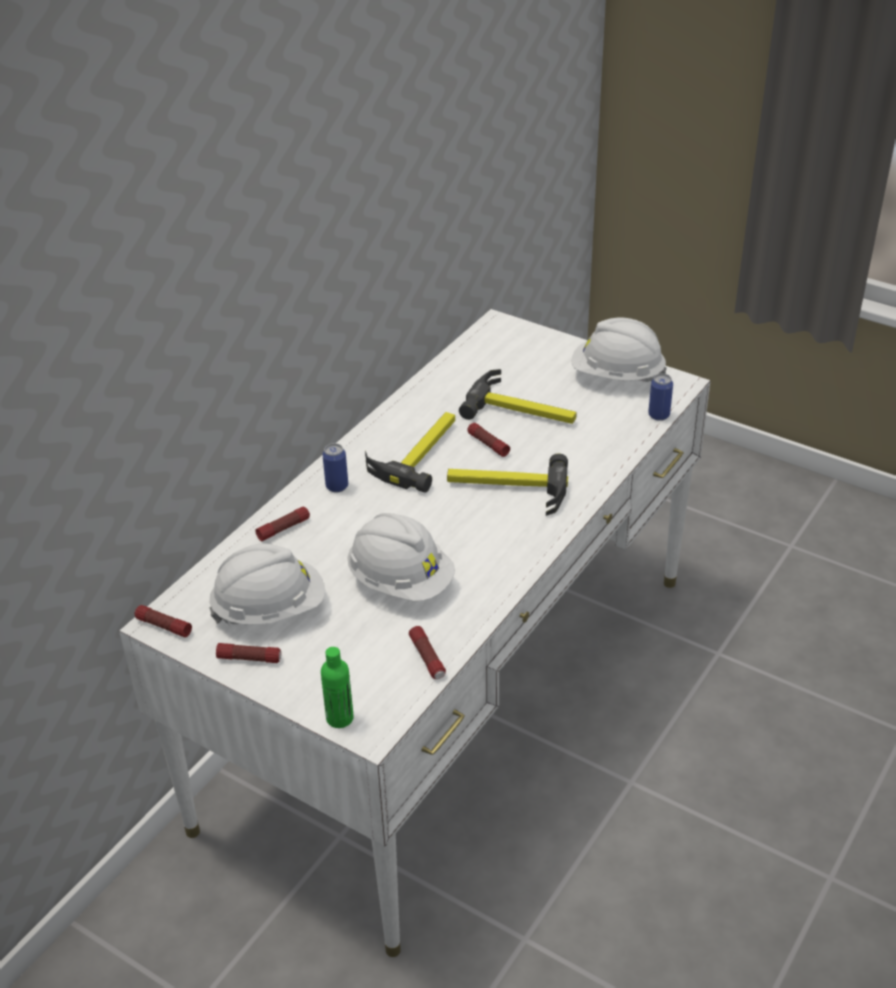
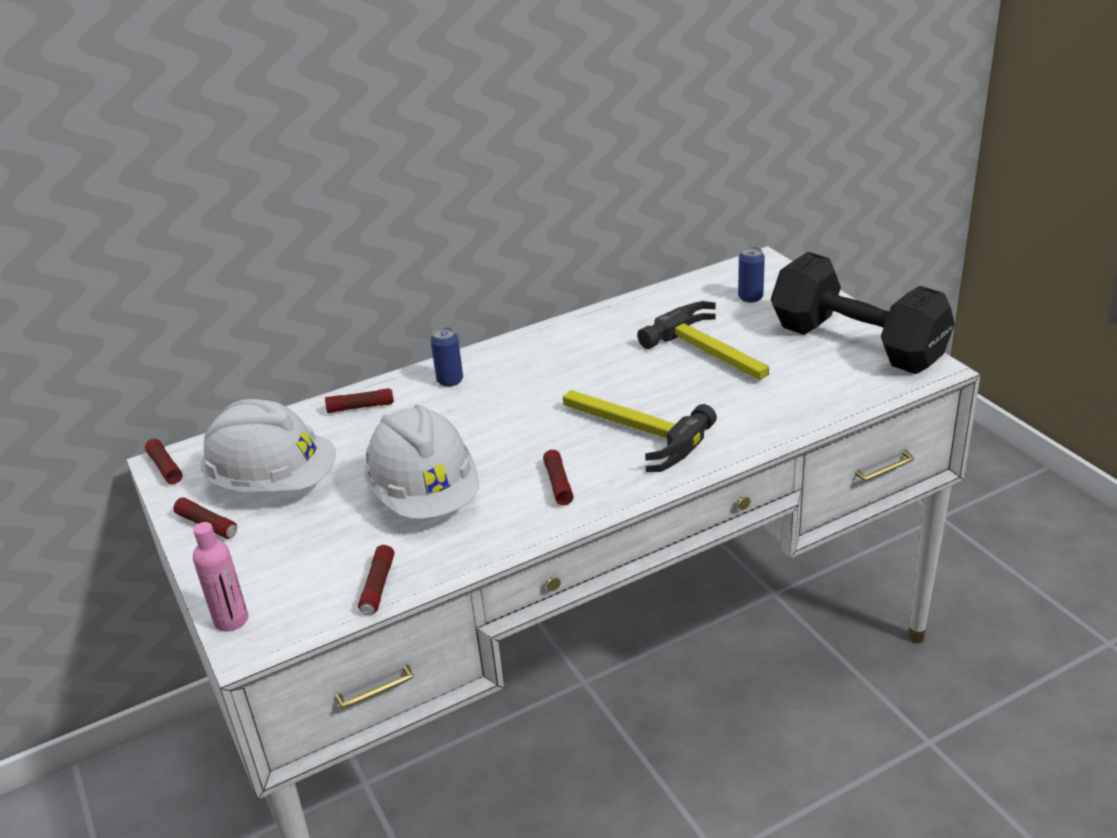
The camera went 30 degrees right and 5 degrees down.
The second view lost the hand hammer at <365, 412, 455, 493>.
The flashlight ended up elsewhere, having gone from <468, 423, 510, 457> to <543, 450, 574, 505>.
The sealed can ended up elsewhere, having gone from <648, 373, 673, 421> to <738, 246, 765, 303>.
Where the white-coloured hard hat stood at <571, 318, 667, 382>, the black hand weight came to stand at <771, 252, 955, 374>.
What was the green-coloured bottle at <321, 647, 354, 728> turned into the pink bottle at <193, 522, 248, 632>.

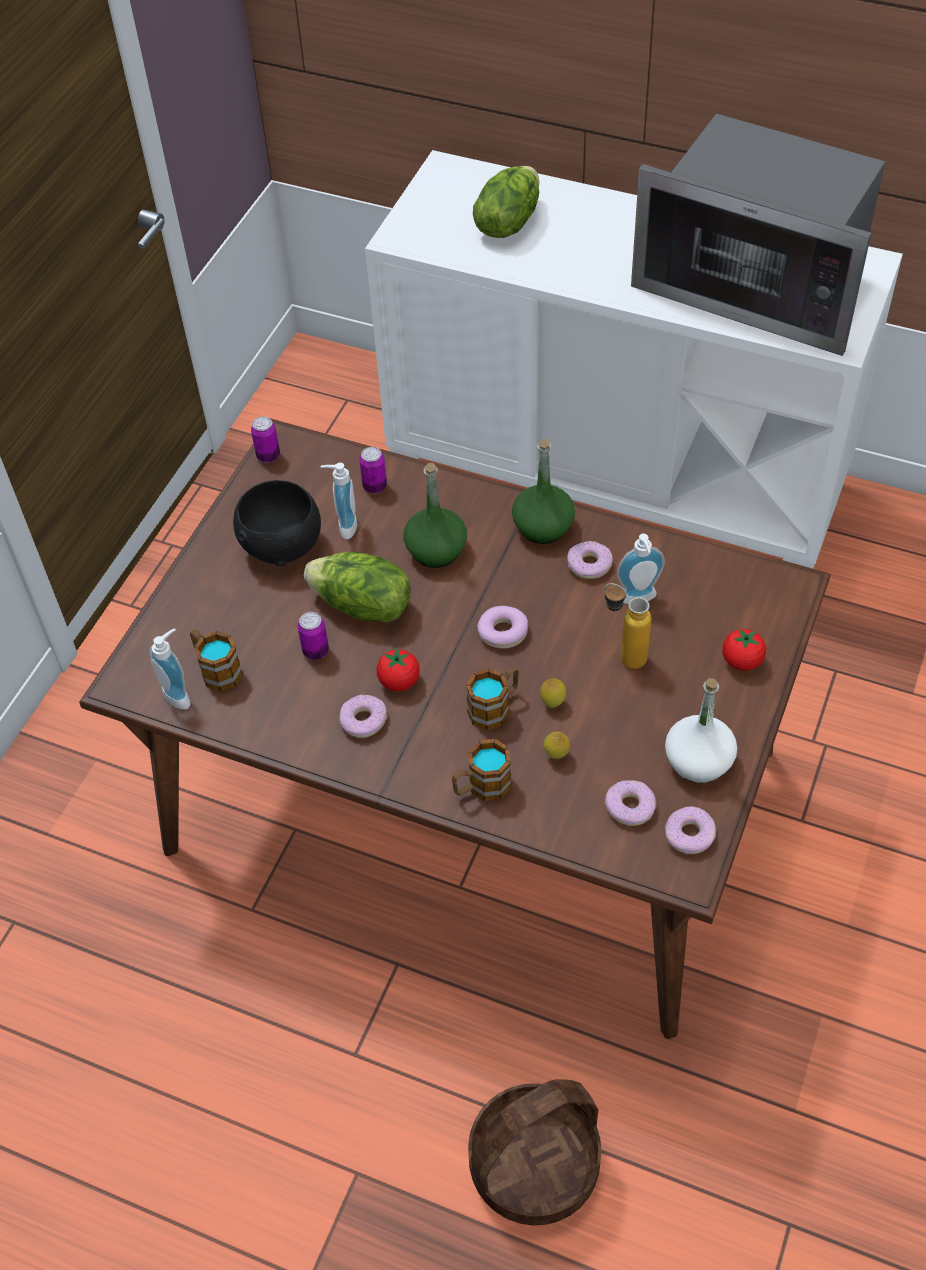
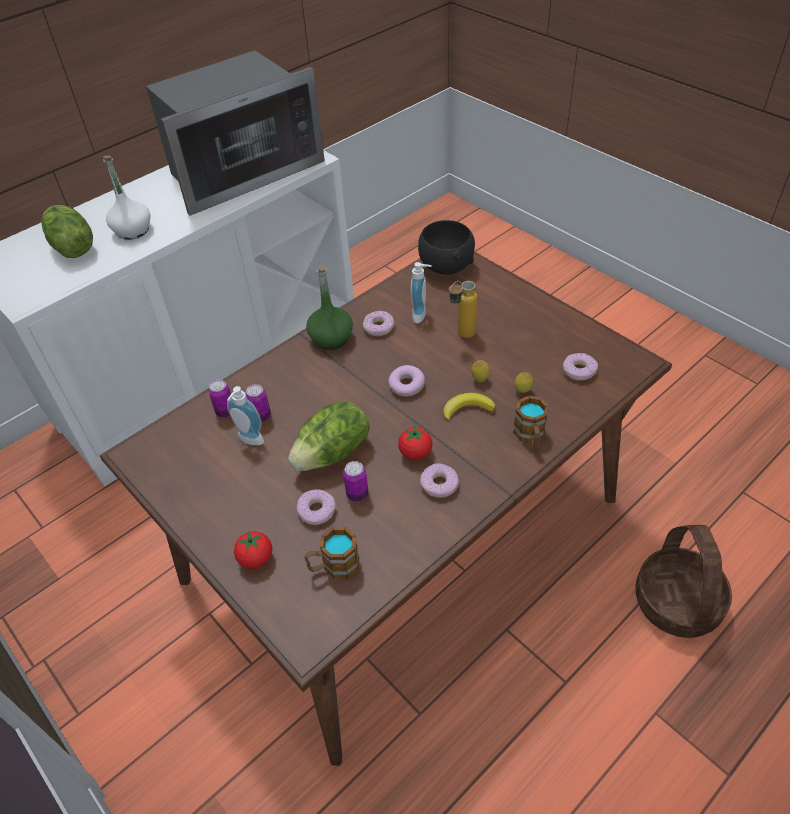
The camera went 65 degrees left and 5 degrees down.
The second view lost the soap bottle at <150, 628, 191, 709>.
The second view lost the green-coloured bottle at <404, 463, 467, 568>.
The black deep dish ended up elsewhere, having gone from <233, 480, 321, 567> to <418, 220, 475, 274>.
The sealed can ended up elsewhere, having gone from <251, 416, 280, 463> to <246, 384, 271, 422>.
The white-coloured bottle ended up elsewhere, having gone from <665, 678, 737, 783> to <103, 156, 150, 240>.
The donut ended up elsewhere, having gone from <665, 806, 716, 854> to <297, 489, 336, 525>.
The tomato ended up elsewhere, having gone from <722, 629, 766, 671> to <234, 531, 272, 569>.
Where the mug stood at <466, 666, 519, 730>, the banana came to stand at <444, 393, 496, 422>.

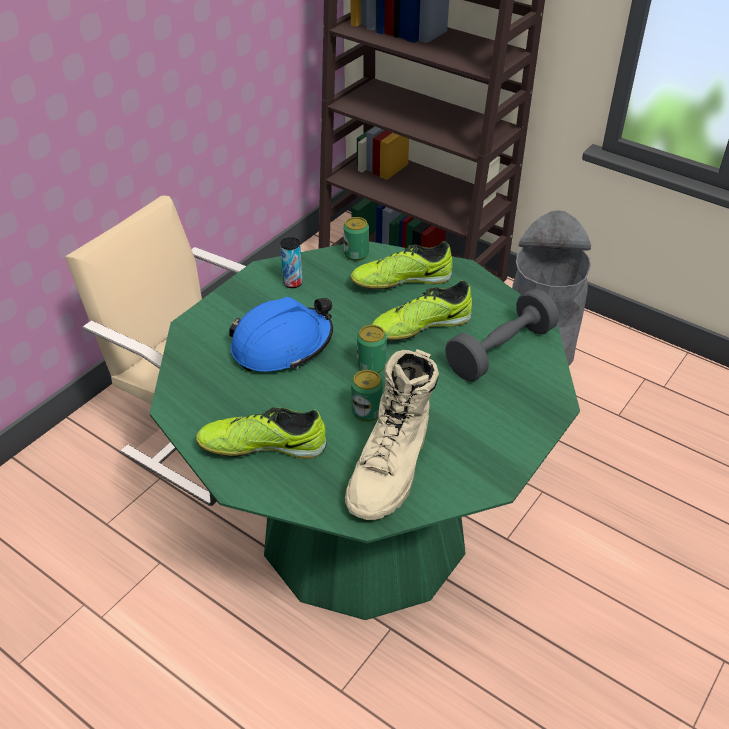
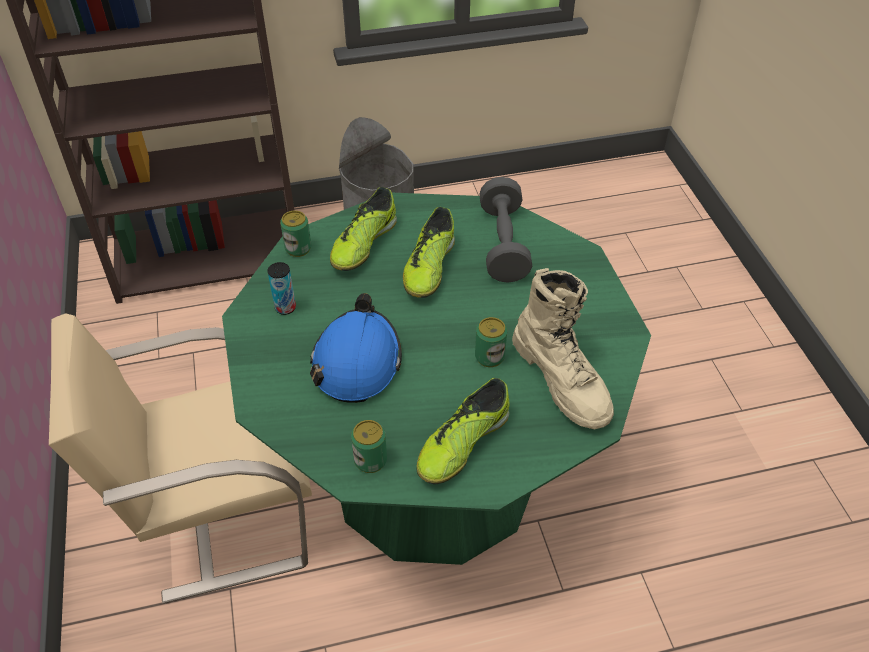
The camera went 50 degrees left and 5 degrees up.
The sealed can ended up elsewhere, having gone from <357, 325, 387, 373> to <351, 420, 387, 473>.

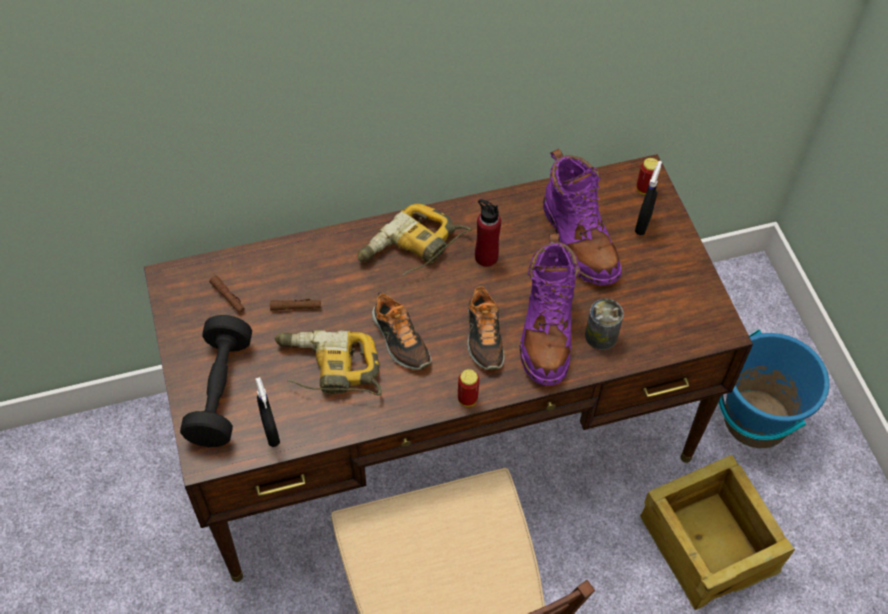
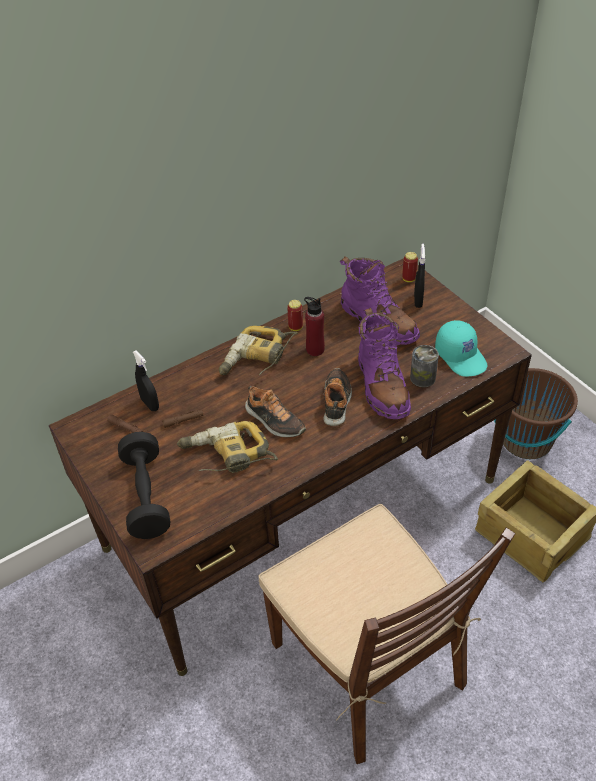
The camera went 15 degrees left and 10 degrees down.
The second view gained the turquoise baseball cap at <435, 320, 487, 377>.
The black spray bottle ended up elsewhere, having gone from <255, 377, 280, 447> to <133, 351, 159, 411>.
The sealed can ended up elsewhere, having gone from <458, 369, 479, 407> to <287, 300, 303, 331>.
What was the blue-coloured pail at <718, 330, 829, 448> turned into the brownish pail at <494, 368, 578, 459>.
The low shoe at <467, 284, 505, 370> ended up facing another way, 150 degrees counterclockwise from before.

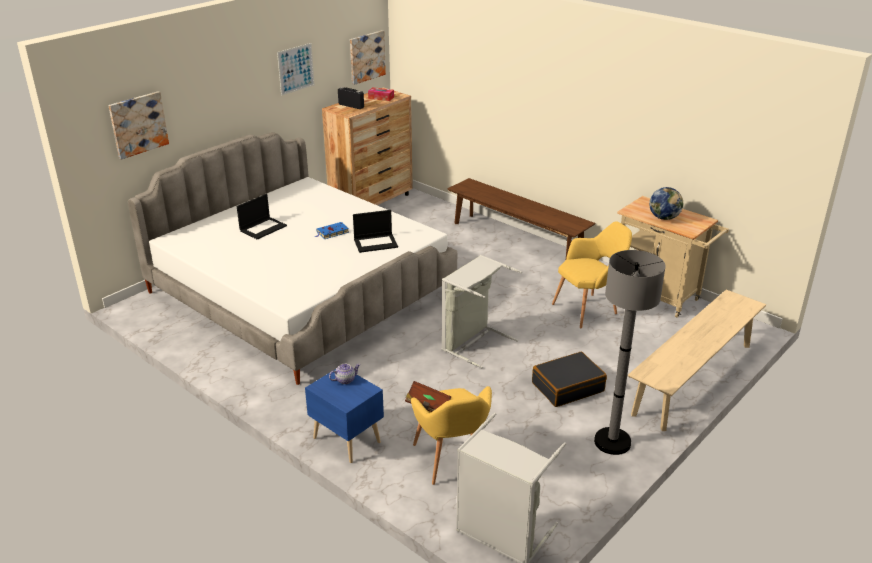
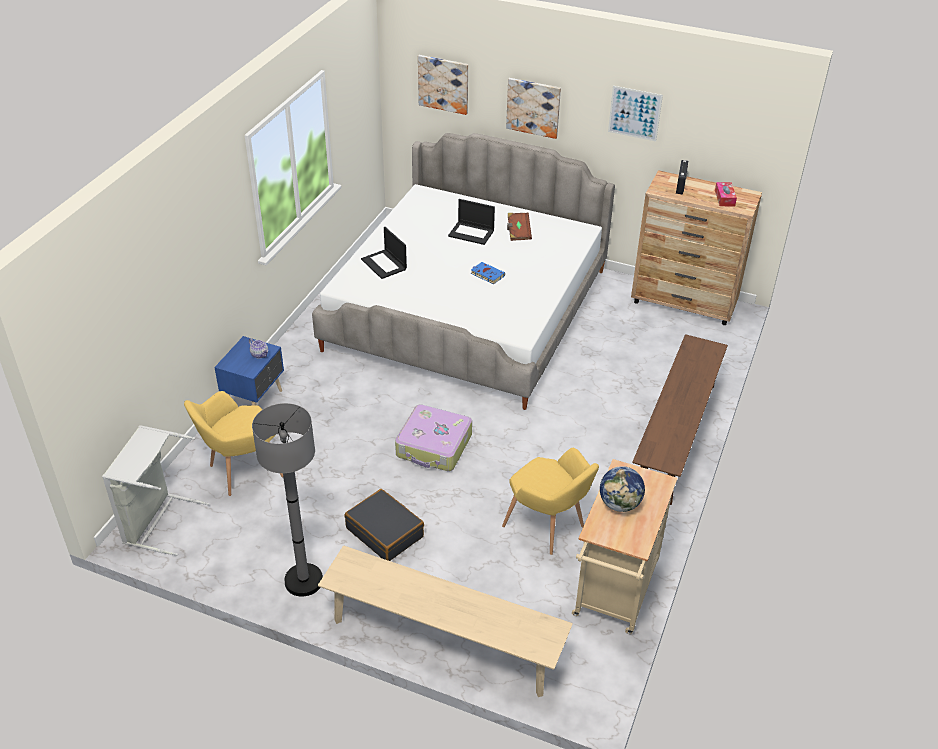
The camera went 70 degrees right and 10 degrees up.
The wall picture ended up elsewhere, having gone from <350, 30, 386, 85> to <506, 78, 561, 139>.
The laptop ended up elsewhere, having gone from <353, 210, 398, 253> to <361, 227, 407, 279>.
The brownish book ended up elsewhere, having gone from <405, 381, 451, 412> to <507, 213, 532, 241>.
Where the gray laundry basket stood at <442, 255, 522, 368>, the suitcase came to stand at <395, 404, 472, 471>.

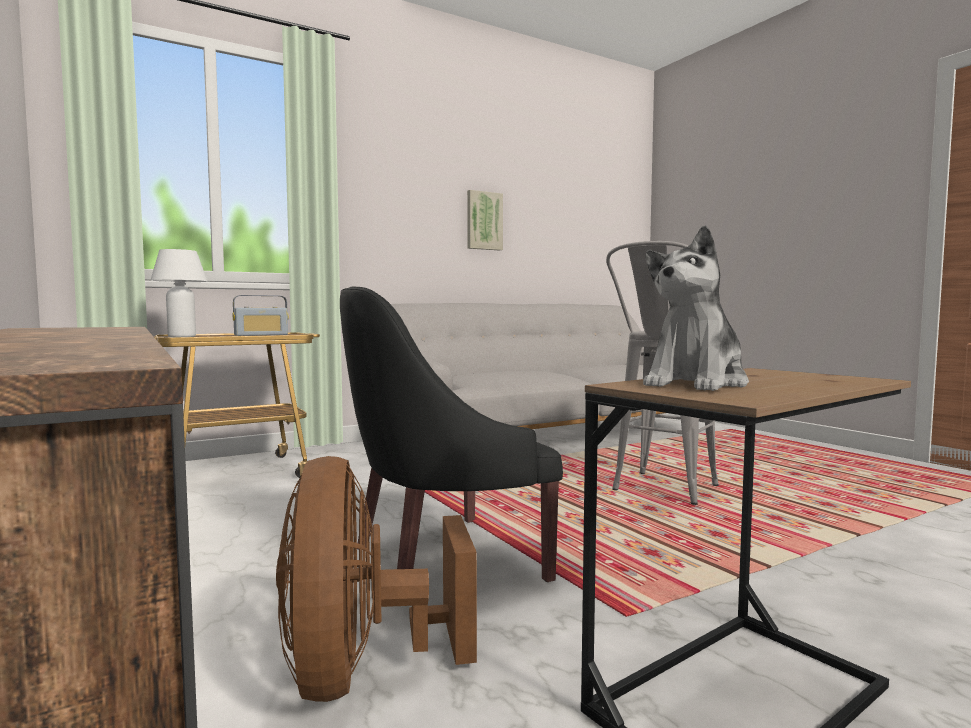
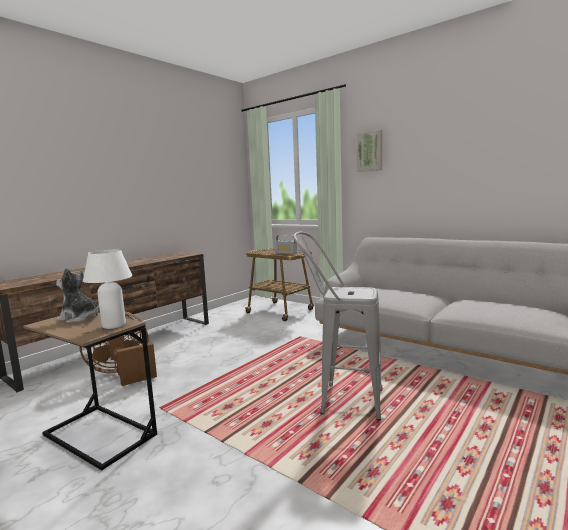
The camera went 70 degrees right and 5 degrees up.
The second view lost the black lounge chair at <340, 286, 563, 582>.
The white-coloured table lamp ended up elsewhere, having gone from <151, 249, 208, 337> to <83, 250, 132, 329>.
The wall picture ended up elsewhere, having gone from <467, 190, 503, 250> to <357, 130, 382, 172>.

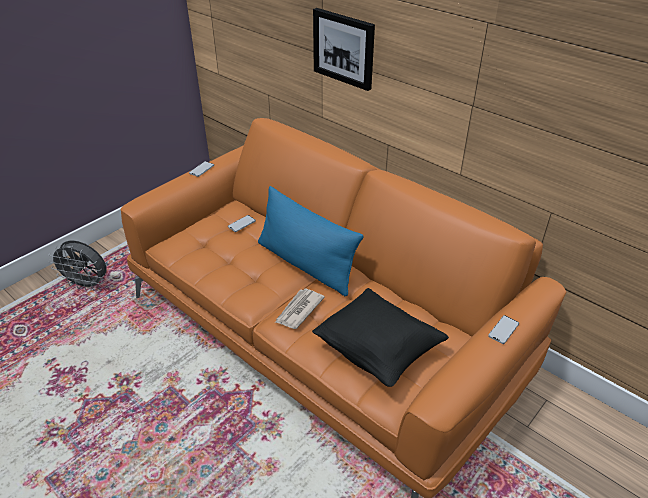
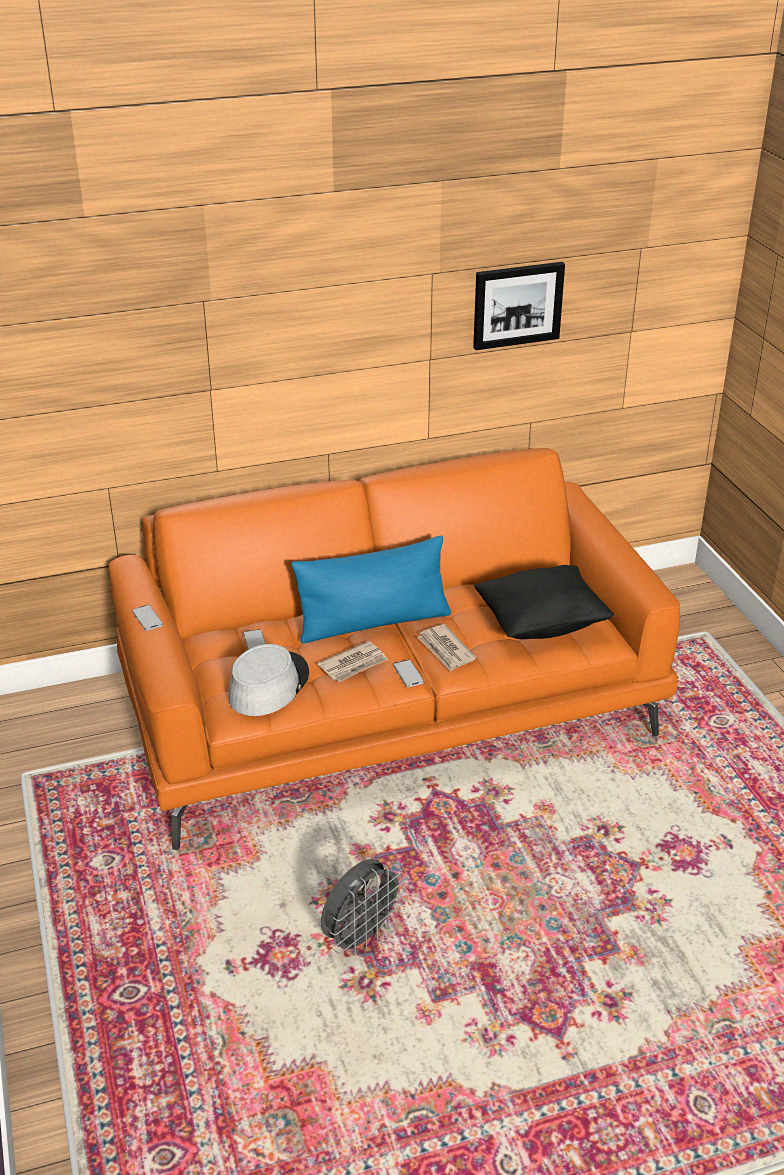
The camera went 60 degrees left and 5 degrees down.
The second view gained the gray wearable hat at <228, 644, 309, 716>.
The second view gained the newspaper at <317, 641, 388, 682>.
The gray cooling fan ended up elsewhere, having gone from <49, 240, 106, 291> to <321, 859, 406, 955>.
The wall picture ended up elsewhere, having gone from <313, 8, 375, 91> to <473, 262, 565, 350>.
The handset ended up elsewhere, having gone from <488, 315, 519, 344> to <393, 660, 424, 687>.

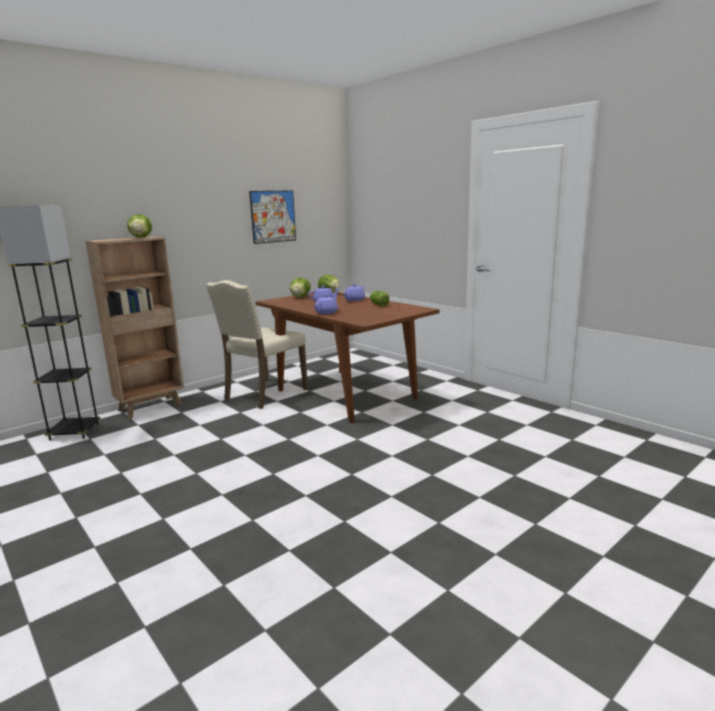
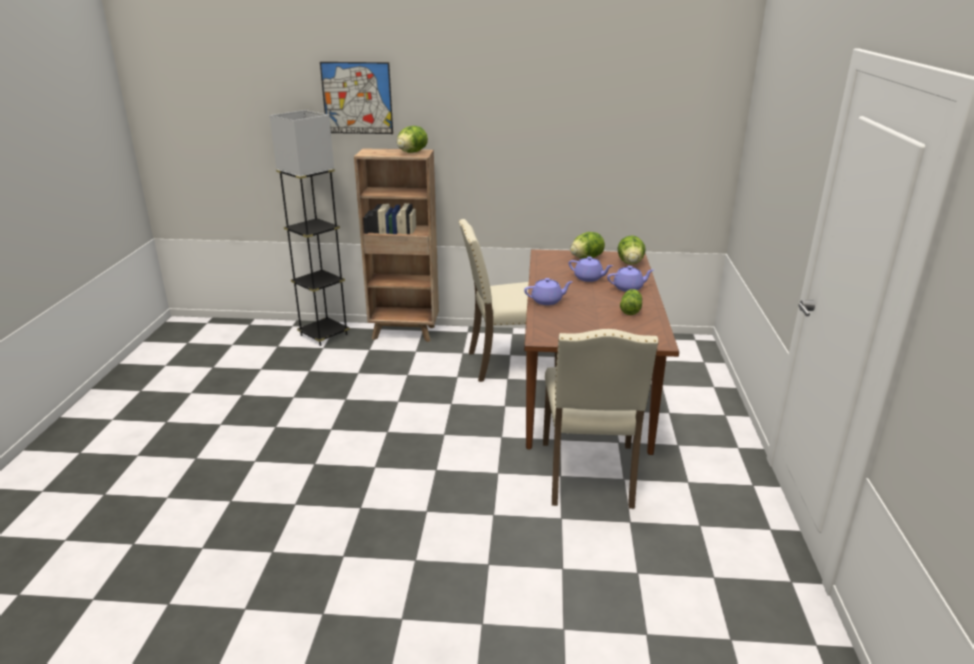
The camera went 45 degrees right and 10 degrees up.
The second view gained the beige chair at <543, 329, 659, 509>.
The wall picture ended up elsewhere, having gone from <249, 190, 296, 244> to <320, 62, 393, 134>.

